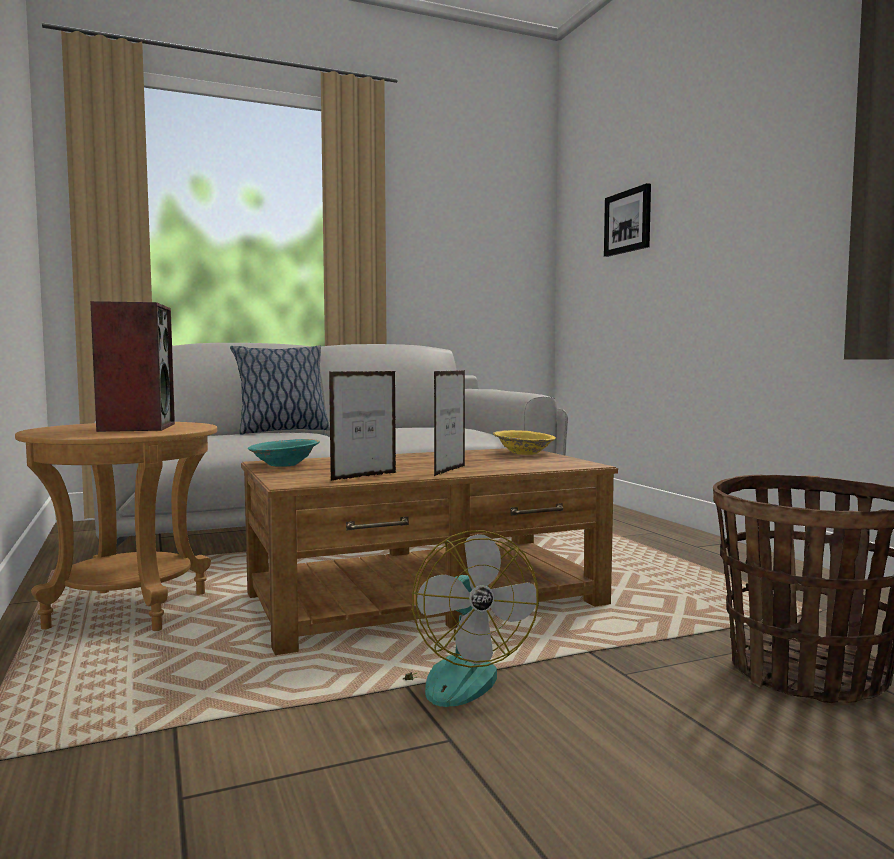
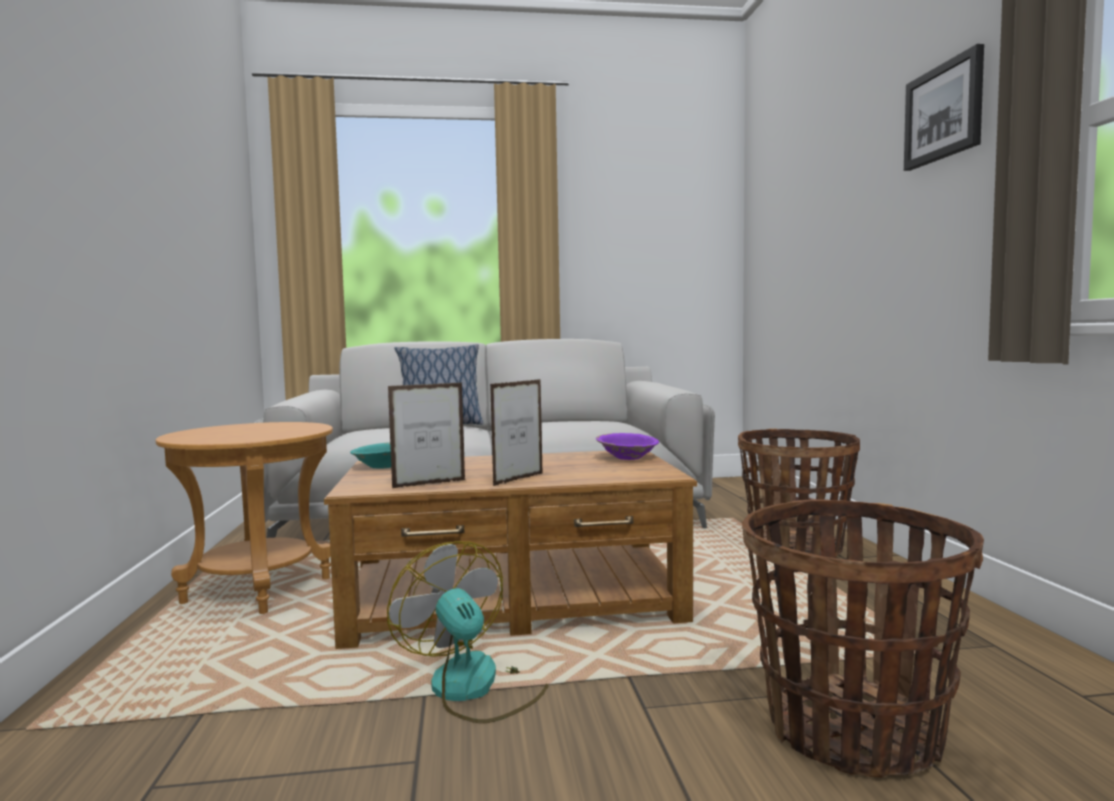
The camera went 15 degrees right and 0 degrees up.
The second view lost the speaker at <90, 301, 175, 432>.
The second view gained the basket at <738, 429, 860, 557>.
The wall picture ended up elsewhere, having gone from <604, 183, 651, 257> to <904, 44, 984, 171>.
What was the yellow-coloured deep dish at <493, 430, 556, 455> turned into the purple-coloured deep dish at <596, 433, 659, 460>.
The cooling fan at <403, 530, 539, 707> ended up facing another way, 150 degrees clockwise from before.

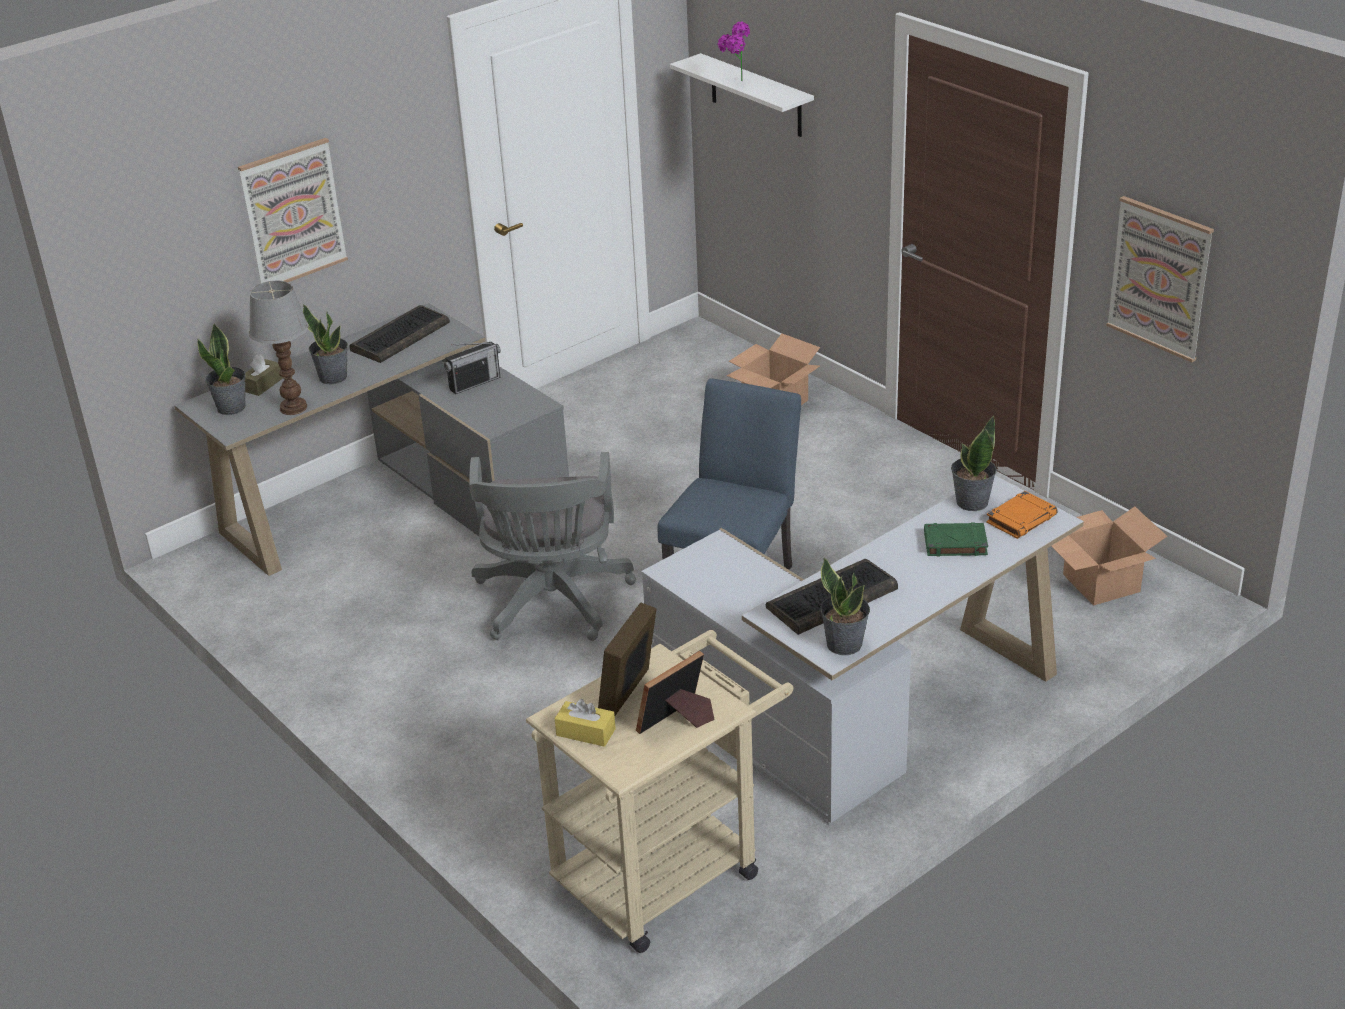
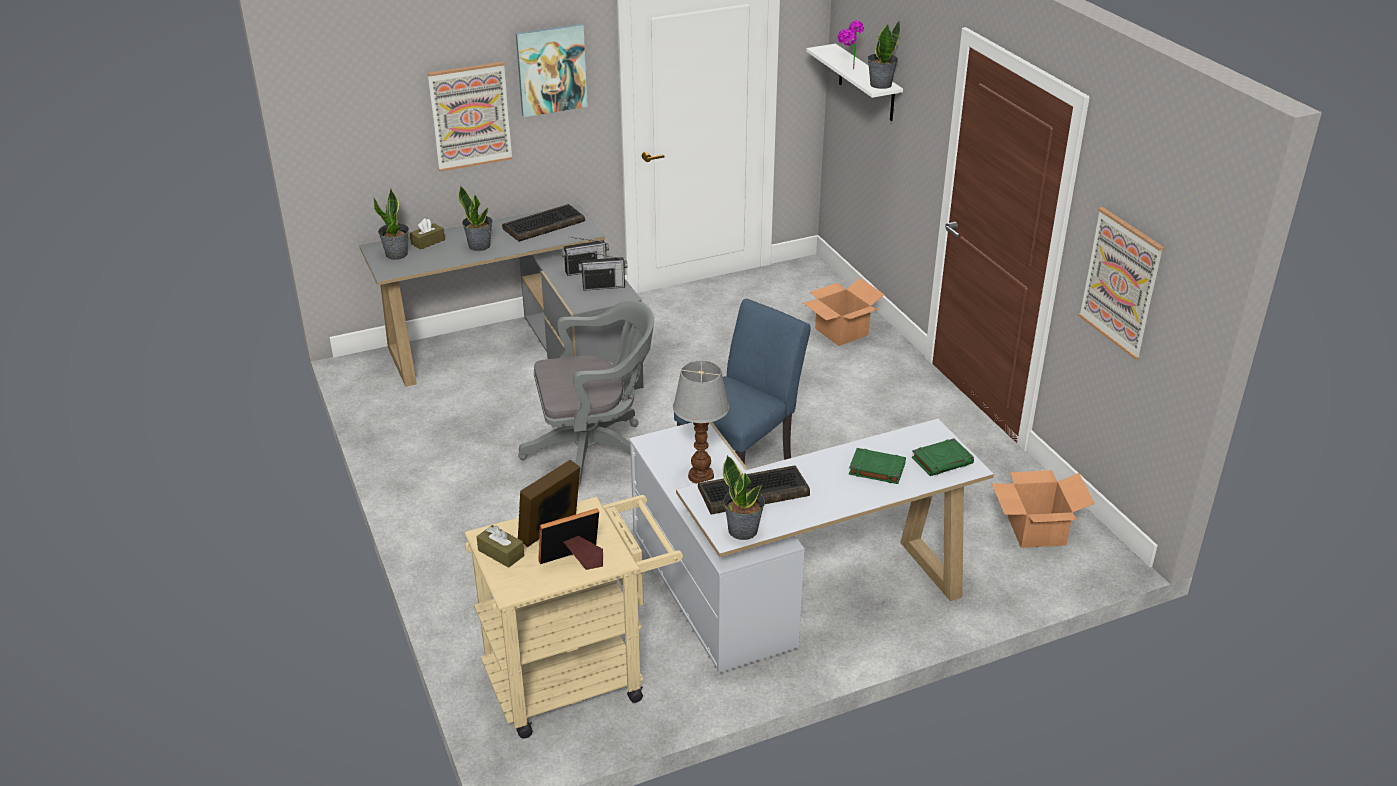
The camera went 15 degrees right and 0 degrees up.
The second view gained the wall picture at <516, 24, 588, 117>.
The second view gained the radio receiver at <578, 251, 627, 291>.
The table lamp ended up elsewhere, having gone from <249, 281, 309, 415> to <673, 361, 729, 484>.
The potted plant ended up elsewhere, having gone from <951, 415, 997, 511> to <868, 20, 900, 89>.
What was the yellow-coloured box of tissues at <554, 699, 616, 747> turned into the brownish box of tissues at <476, 525, 525, 568>.
What was the orangey book at <986, 491, 1057, 539> turned into the green-coloured book at <912, 438, 974, 476>.
The gray desk chair at <469, 452, 636, 641> ended up facing another way, 120 degrees counterclockwise from before.

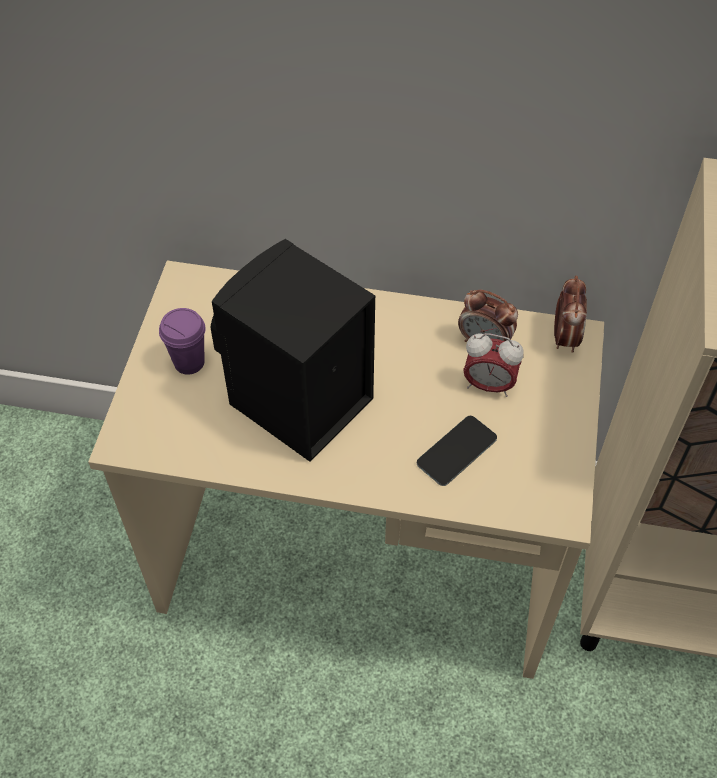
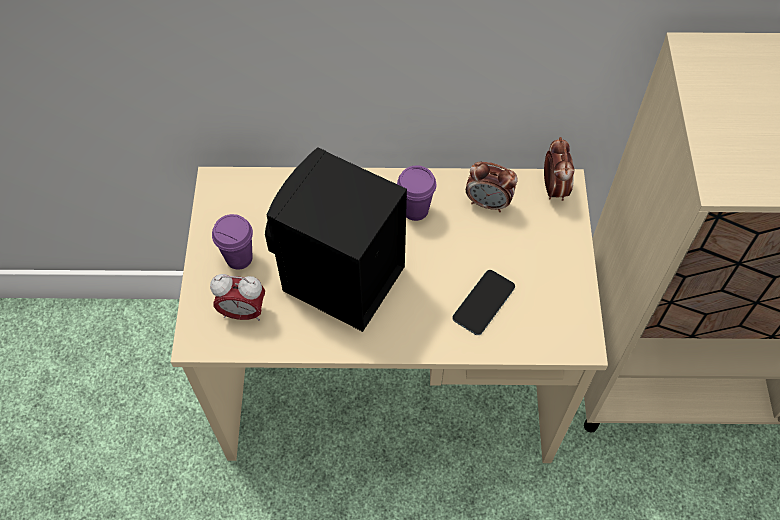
The camera went 10 degrees left and 5 degrees up.
The second view gained the purple-coloured cup at <397, 165, 436, 221>.
The bedside clock ended up elsewhere, having gone from <463, 333, 524, 397> to <210, 274, 265, 321>.

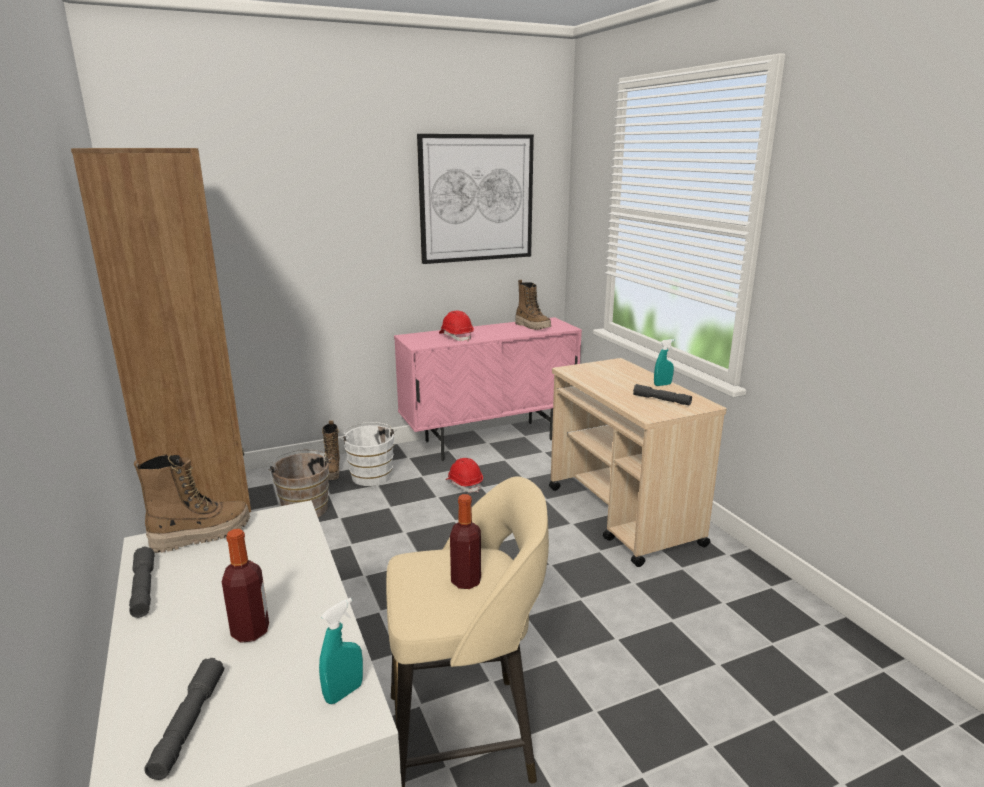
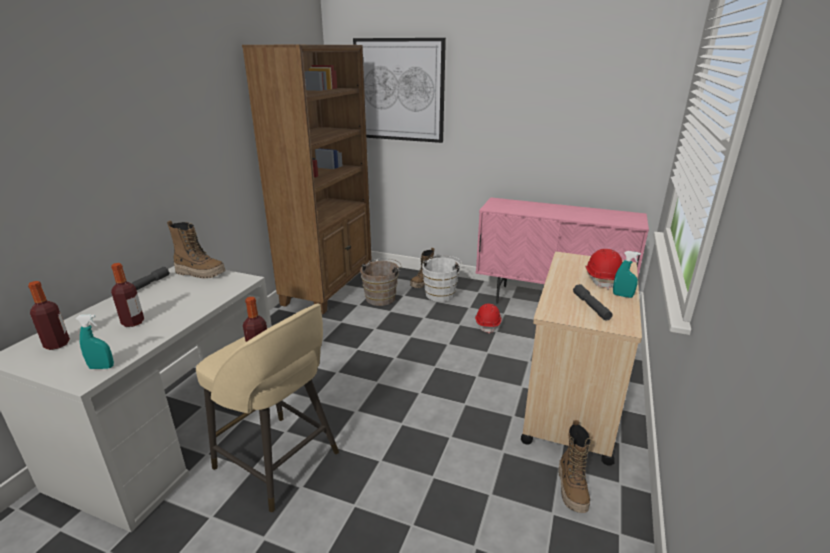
The camera went 45 degrees right and 5 degrees up.
The wall picture ended up elsewhere, having gone from <417, 134, 534, 264> to <353, 38, 446, 143>.
The red-coloured hard hat ended up elsewhere, having gone from <439, 310, 474, 342> to <585, 249, 623, 290>.
The boot ended up elsewhere, having gone from <515, 280, 551, 330> to <558, 420, 593, 513>.
Where the gray flashlight stood at <144, 658, 224, 780>, the bottle came to stand at <28, 281, 70, 350>.

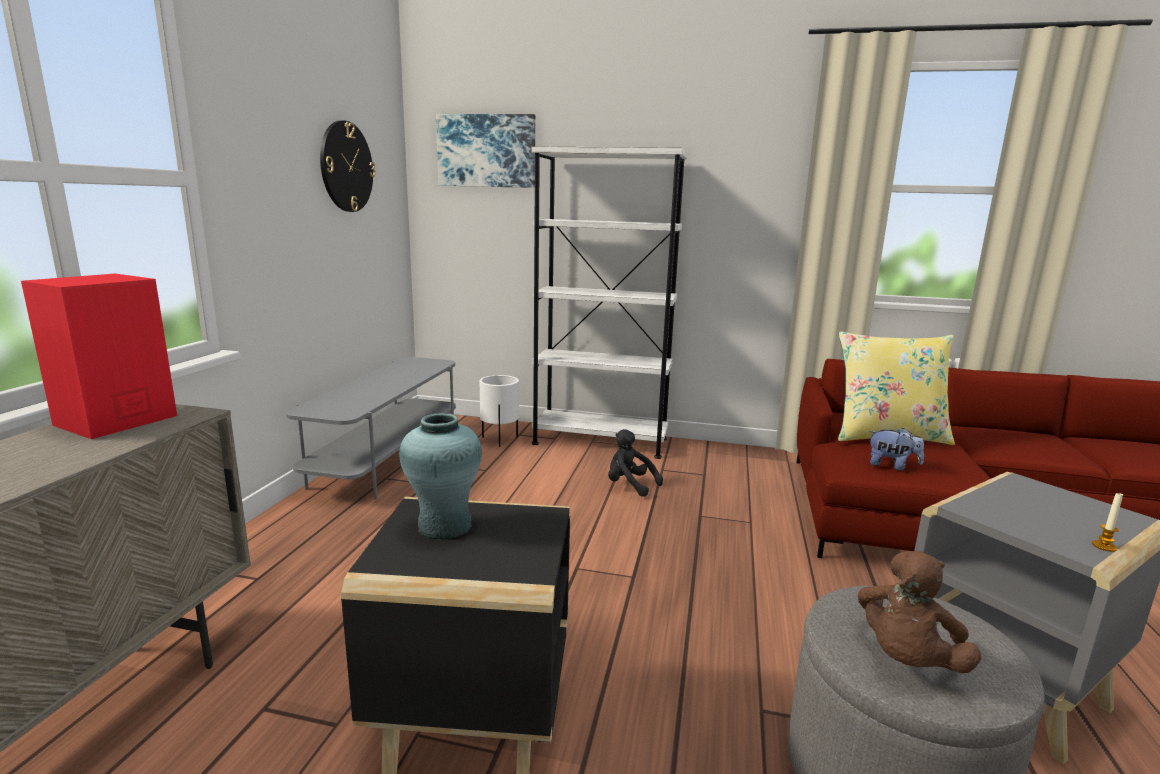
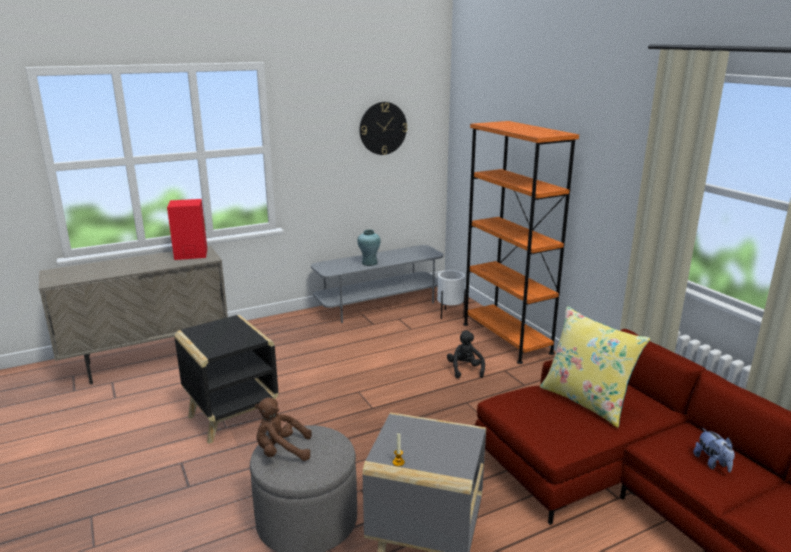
The camera went 50 degrees right and 5 degrees up.
The second view lost the wall picture at <436, 114, 535, 188>.
The turquoise flower vase ended up elsewhere, having gone from <399, 413, 482, 540> to <357, 230, 381, 266>.
The cuddly toy ended up elsewhere, having gone from <868, 428, 924, 470> to <693, 428, 735, 473>.
What was the white-coloured bookshelf at <531, 146, 688, 459> turned into the orangey bookshelf at <463, 121, 579, 364>.

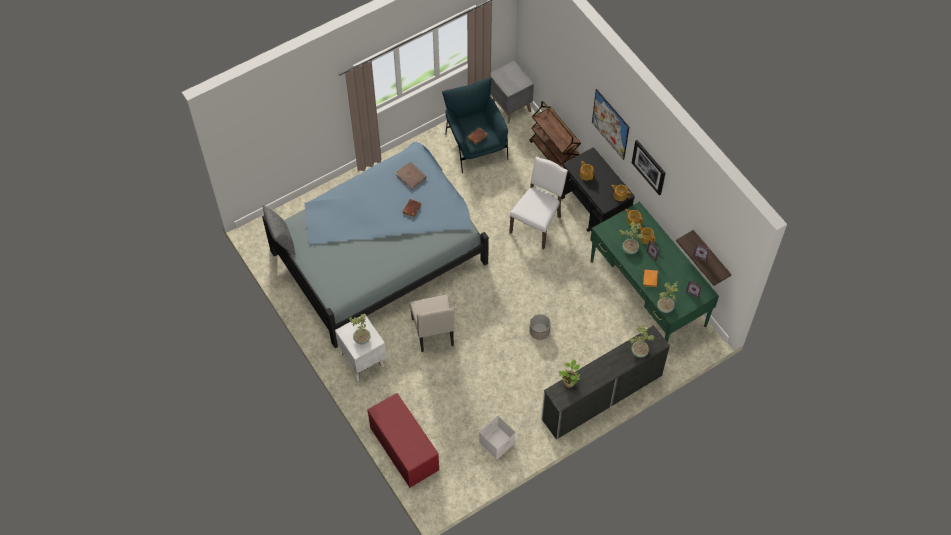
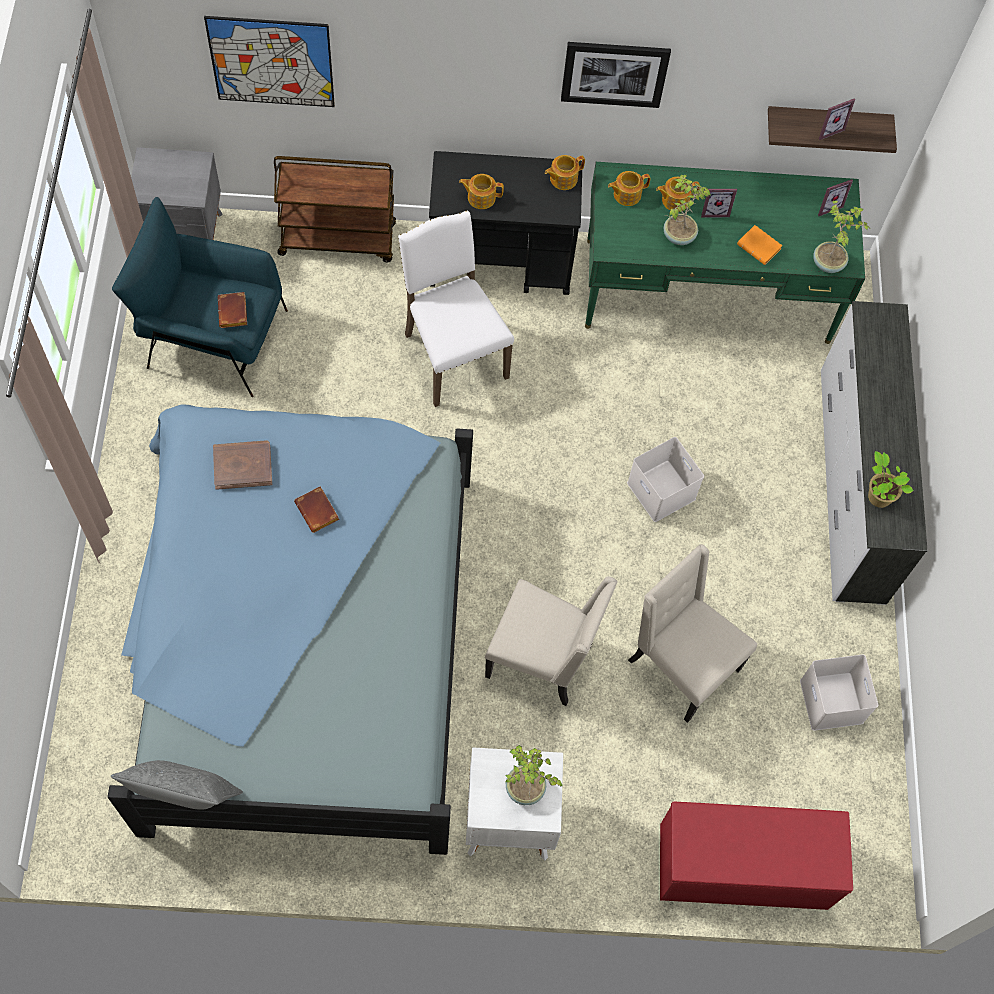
The camera went 60 degrees left and 5 degrees up.
The second view lost the potted plant at <629, 325, 655, 357>.
The second view gained the beige chair at <628, 544, 757, 723>.
The wall picture ended up elsewhere, having gone from <592, 89, 629, 160> to <204, 16, 335, 107>.
Where the flower pot stood at <529, 314, 551, 340>, the white-coloured storage container came to stand at <627, 437, 704, 522>.

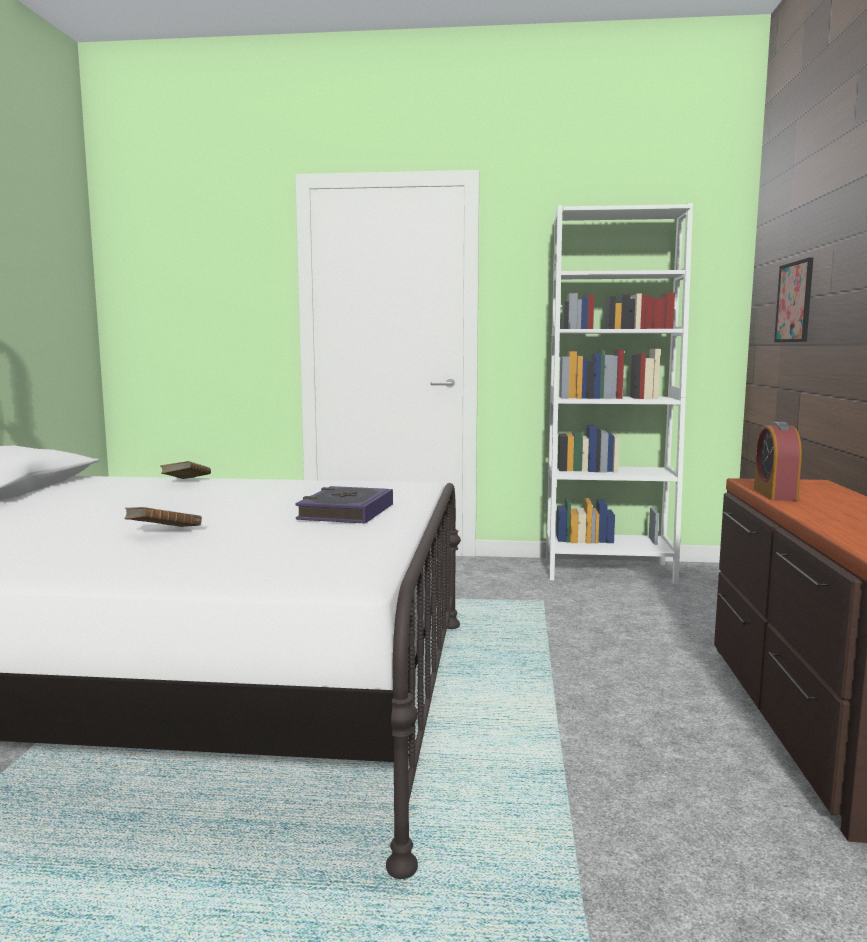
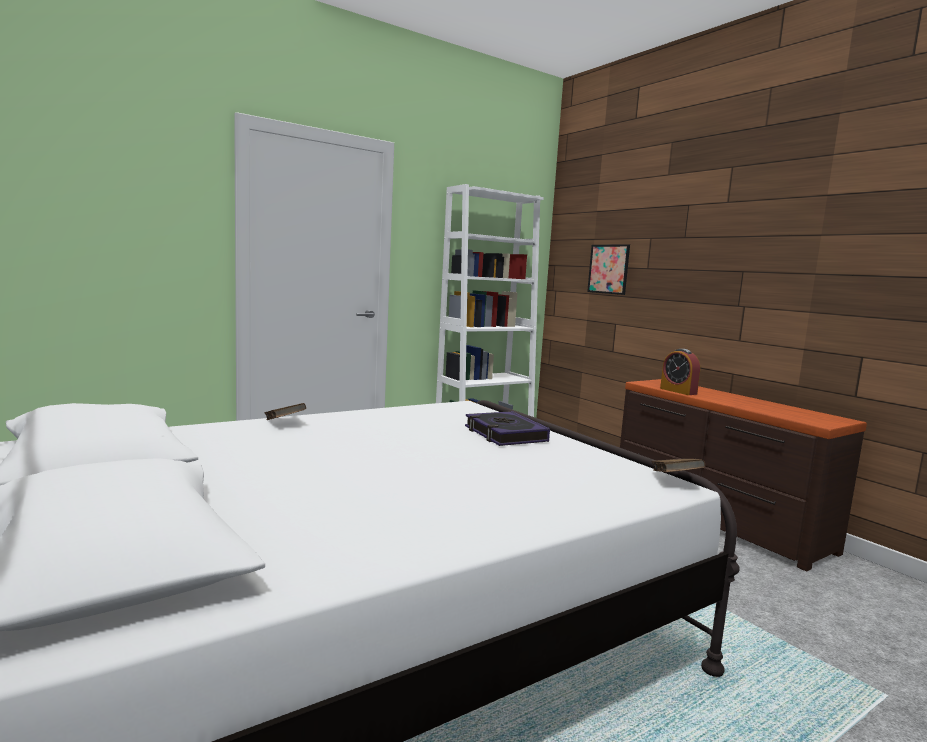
The camera went 40 degrees left and 0 degrees up.
The brownish book ended up elsewhere, having gone from <124, 507, 202, 527> to <651, 459, 705, 472>.

